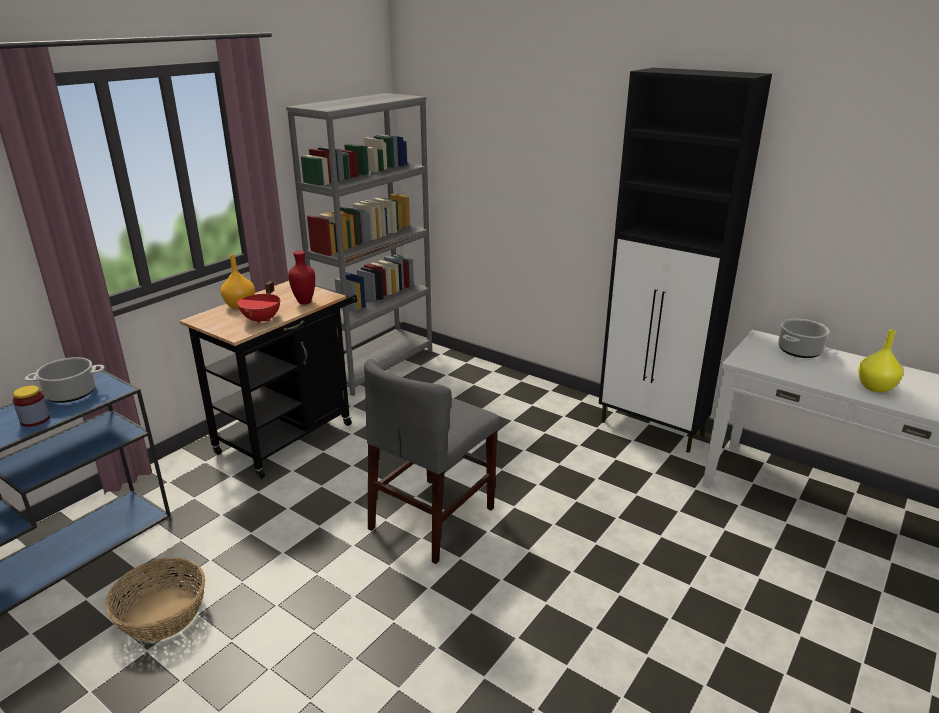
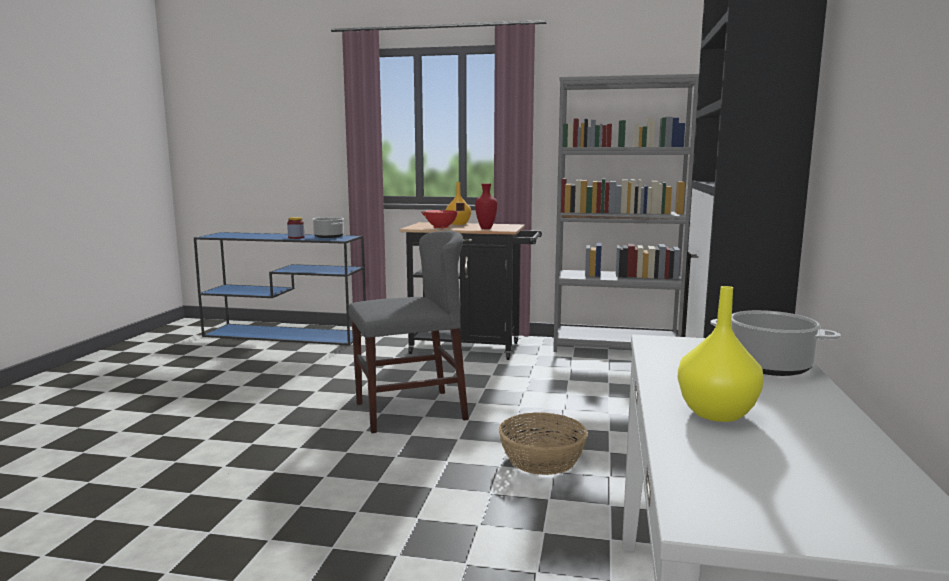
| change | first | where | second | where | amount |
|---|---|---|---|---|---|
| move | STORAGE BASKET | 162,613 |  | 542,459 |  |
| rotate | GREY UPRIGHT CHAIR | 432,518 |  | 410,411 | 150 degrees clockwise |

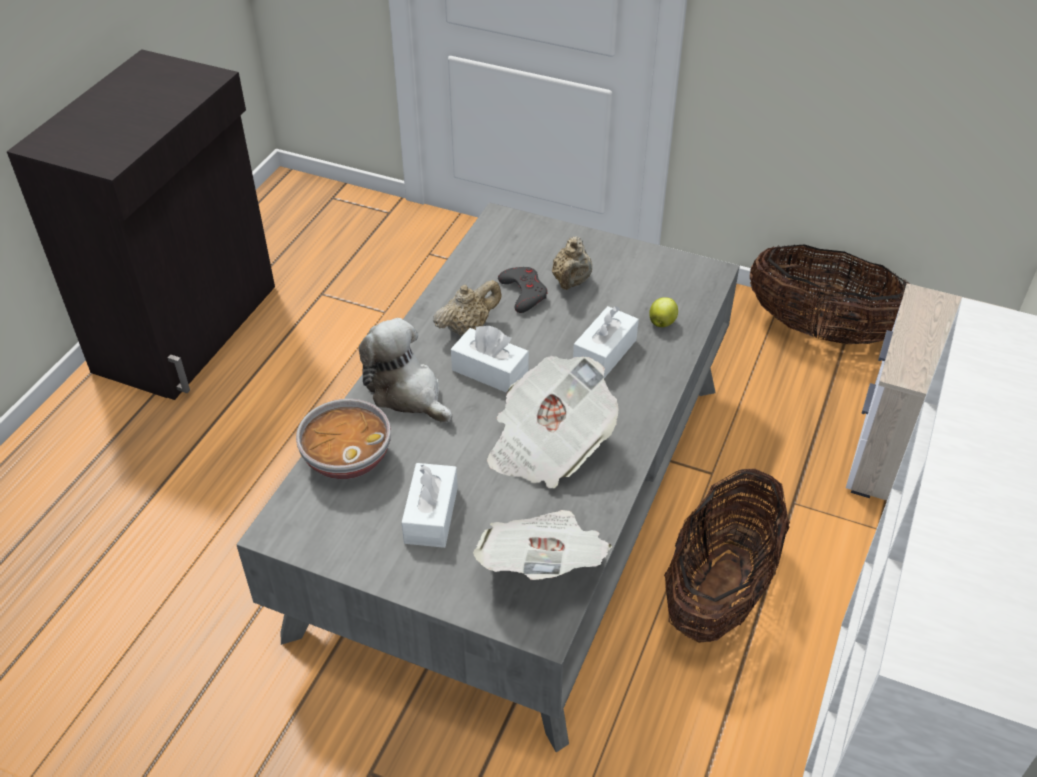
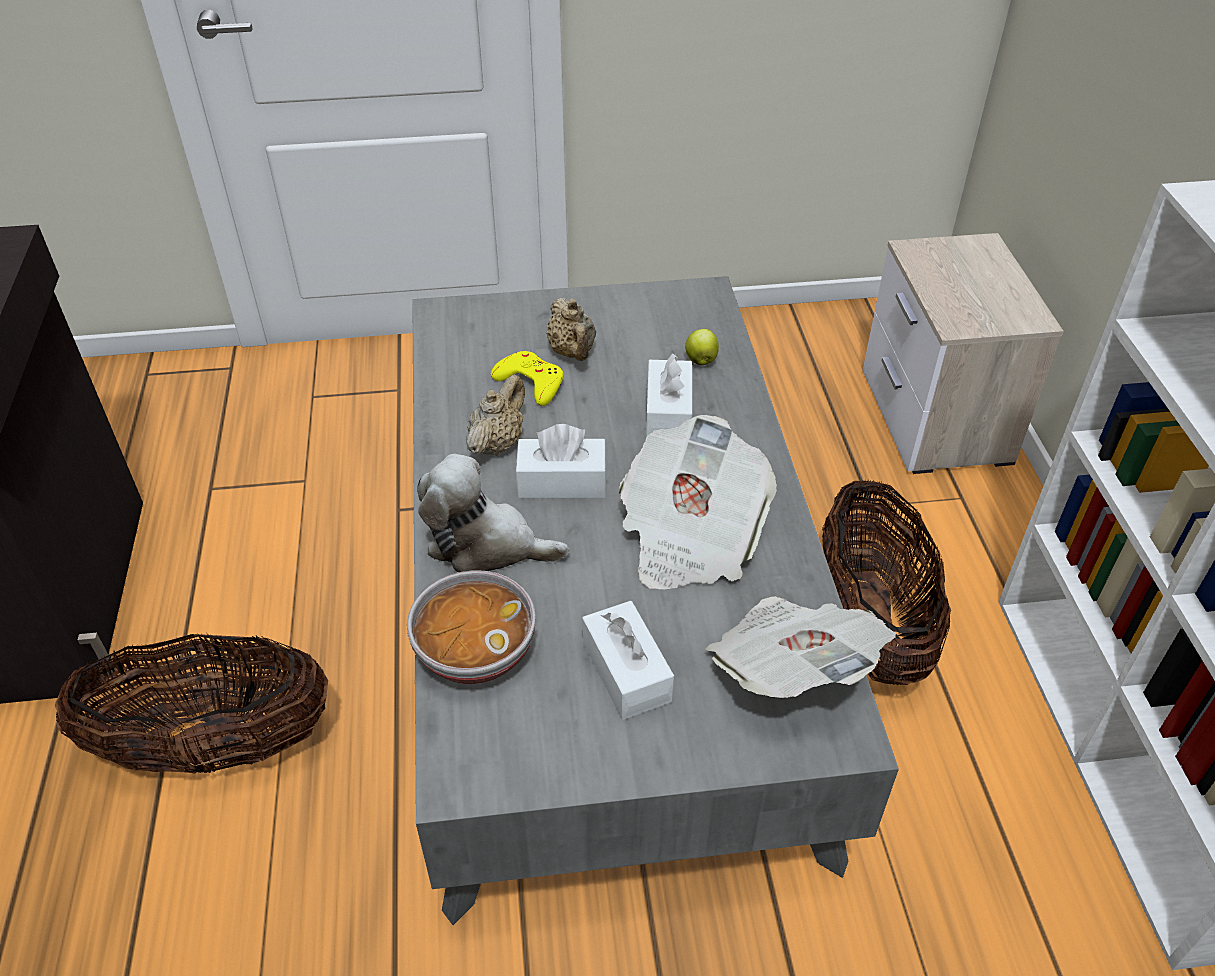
| change | first | where | second | where | amount |
|---|---|---|---|---|---|
| move | STORAGE BASKET | 821,330 |  | 216,746 |  |
| recolor | GREY GAMEPAD | 523,293 | YELLOWISH GAMEPAD | 530,382 |  |

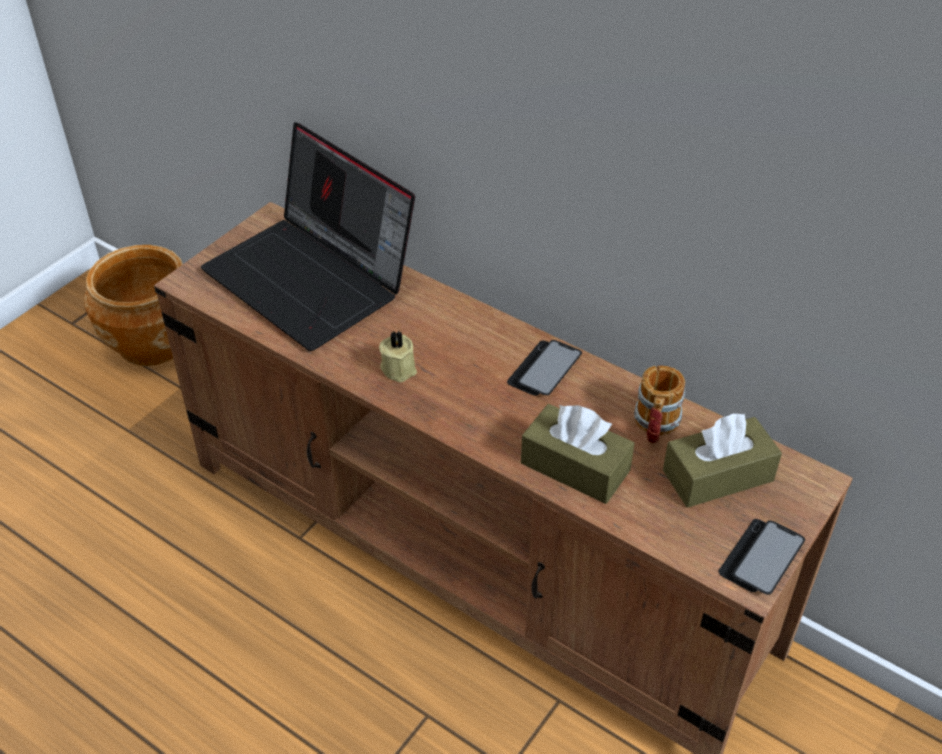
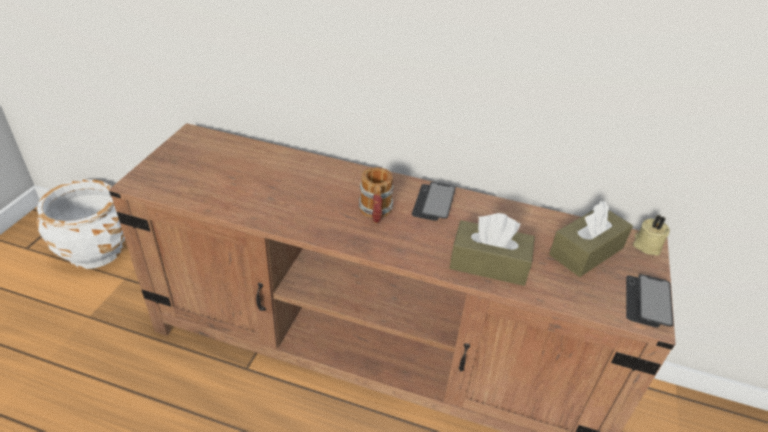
| change | first | where | second | where | amount |
|---|---|---|---|---|---|
| delete | LAPTOP | 313,279 |  |  |  |
| move | BEIGE WAX LIGHT | 399,368 |  | 646,245 |  |
| move | TEA MUG | 655,426 |  | 375,213 |  |
| recolor | BROWNISH PLANT POT | 153,341 | WHITISH PLANT POT | 96,250 |  |

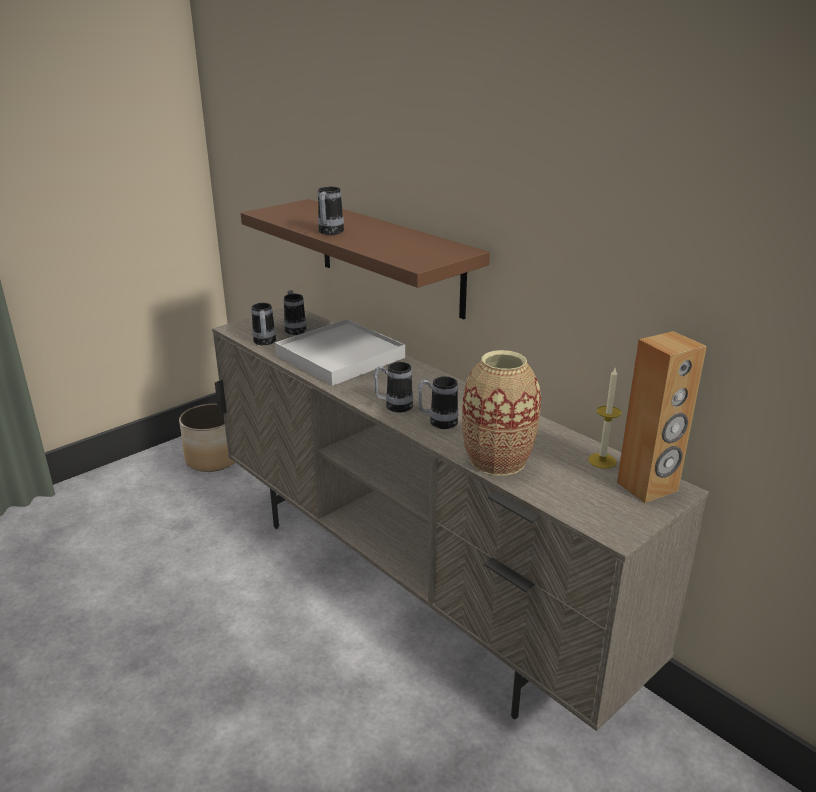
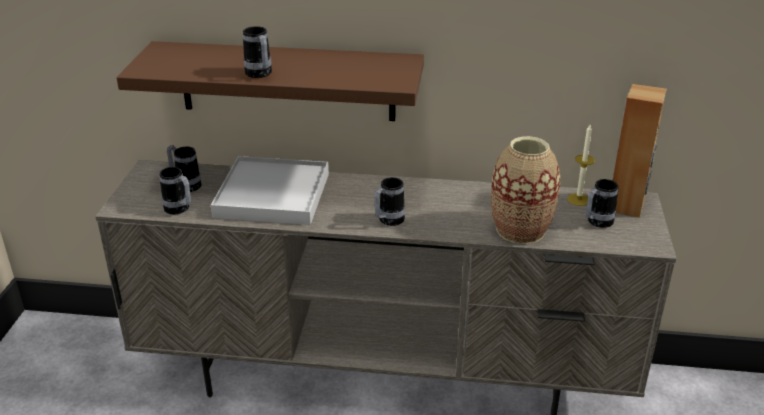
| change | first | where | second | where | amount |
|---|---|---|---|---|---|
| delete | PLANT POT | 213,459 |  |  |  |
| move | TEA MUG | 438,422 |  | 596,223 |  |

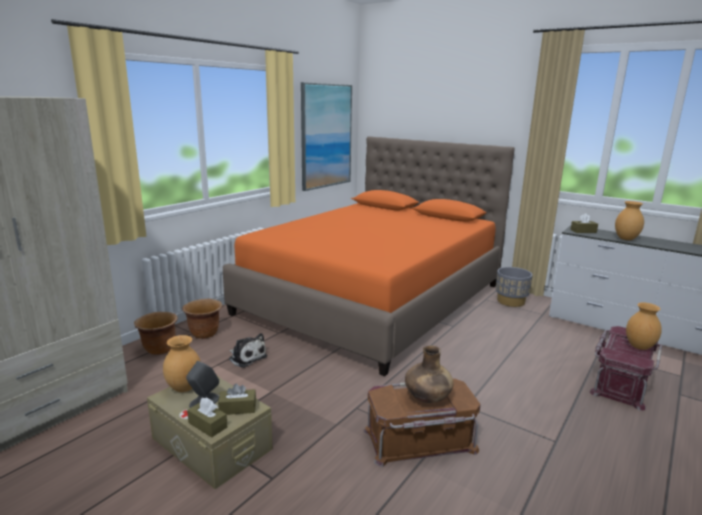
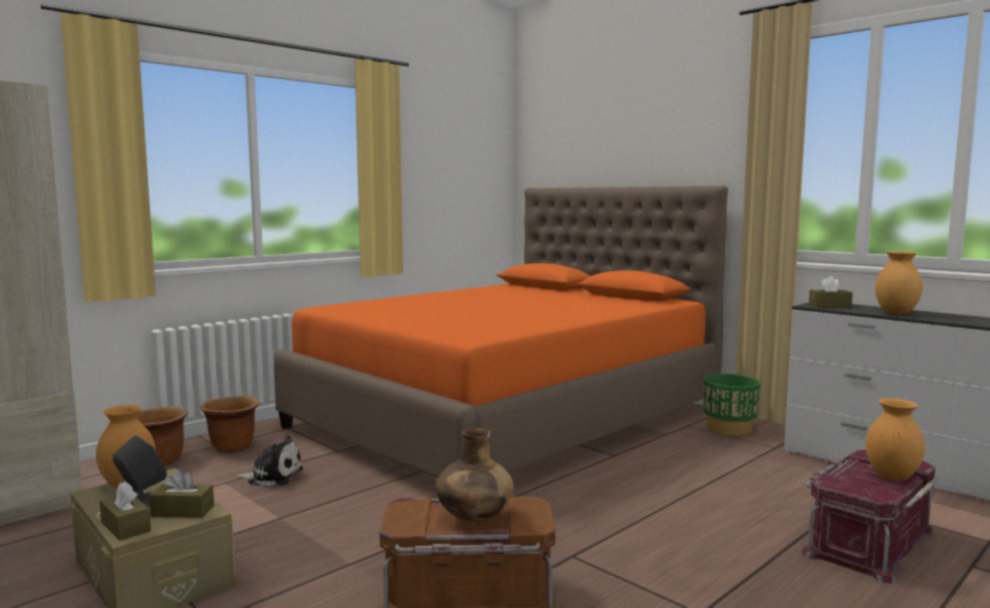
| change | first | where | second | where | amount |
|---|---|---|---|---|---|
| delete | WALL PICTURE | 326,136 |  |  |  |
| recolor | GREY PLANT POT | 510,301 | GREEN PLANT POT | 729,429 |  |
| rotate | PLUSH TOY | 246,357 |  | 272,476 | 45 degrees counterclockwise |

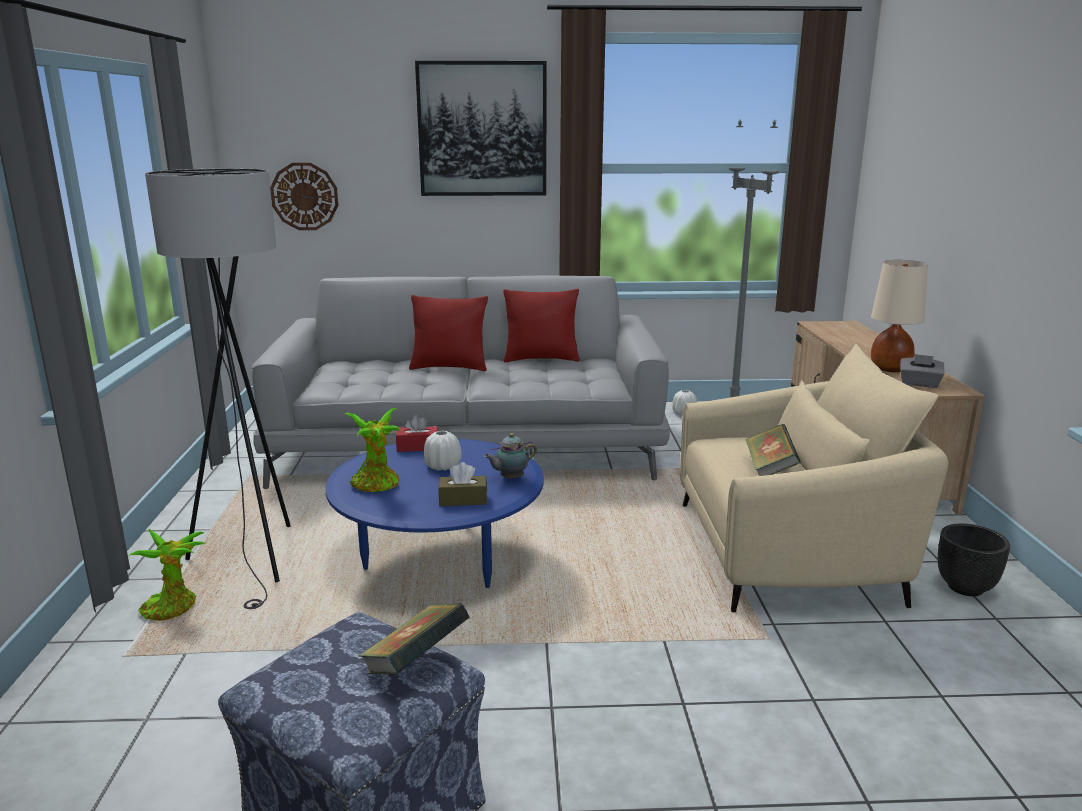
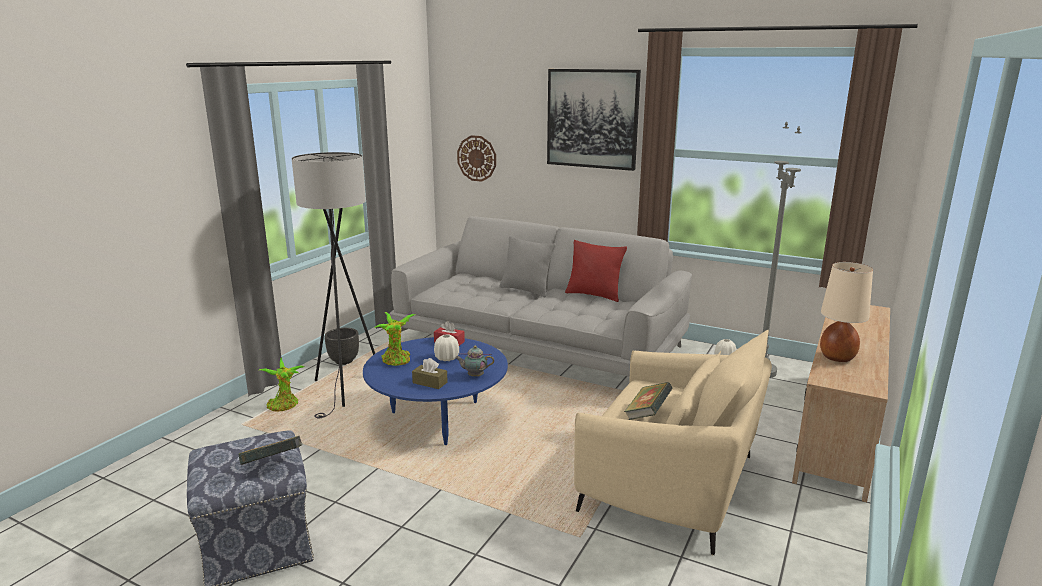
| change | first | where | second | where | amount |
|---|---|---|---|---|---|
| delete | GREY TISSUE BOX | 919,384 |  |  |  |
| move | BLACK PLANT POT | 966,588 |  | 344,361 |  |
| recolor | RED PILLOW | 449,367 | GREY PILLOW | 526,290 |  |

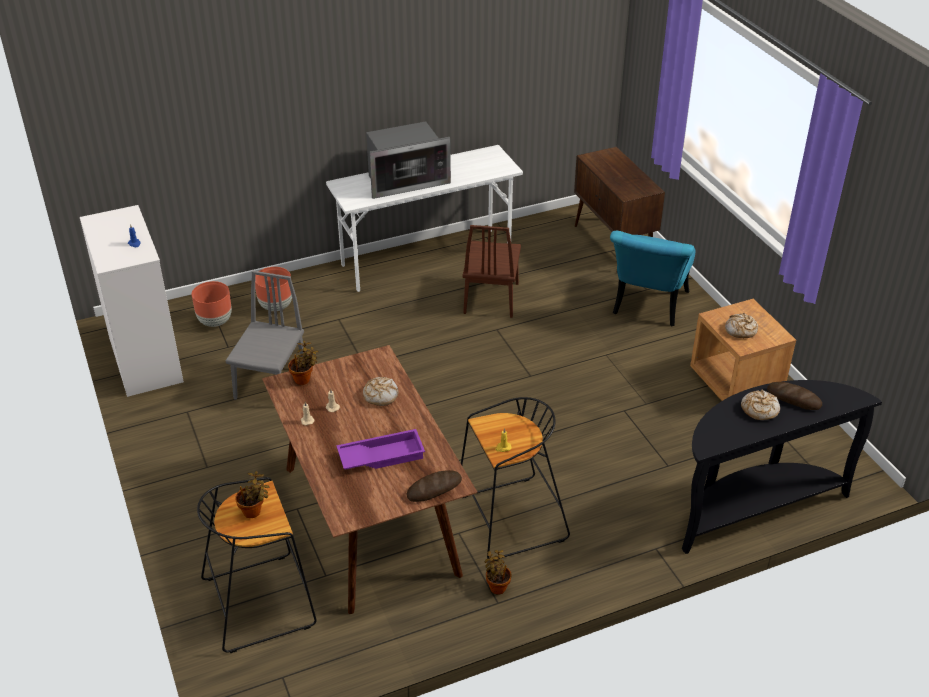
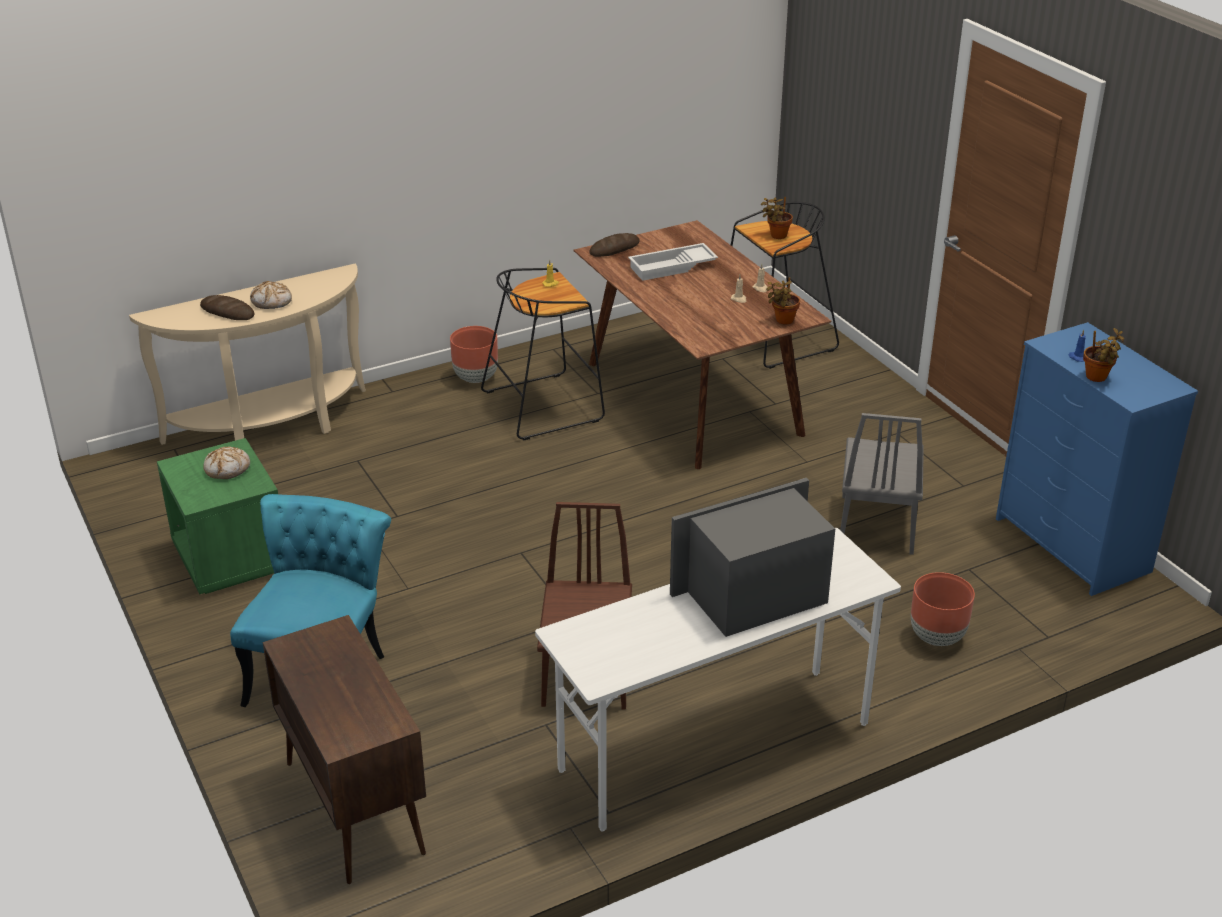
| change | first | where | second | where | amount |
|---|---|---|---|---|---|
| delete | BAKED BREAD | 380,395 |  |  |  |
| move | BROWNISH PLANT POT | 215,321 |  | 476,378 |  |
| move | POTTED PLANT | 497,586 |  | 1097,378 |  |
| recolor | WHITISH CHEST OF DRAWERS | 145,359 | BLUE-COLOURED CHEST OF DRAWERS | 1073,546 |  |
| recolor | PURPLE-COLOURED CARRYING TRAY | 381,455 | WHITISH CARRYING TRAY | 672,267 |  |
| recolor | BLACK CONSOLE TABLE | 753,507 | BEIGE CONSOLE TABLE | 273,428 |  |
| recolor | BROWNISH NIGHT TABLE | 736,383 | GREEN NIGHT TABLE | 230,558 |  |

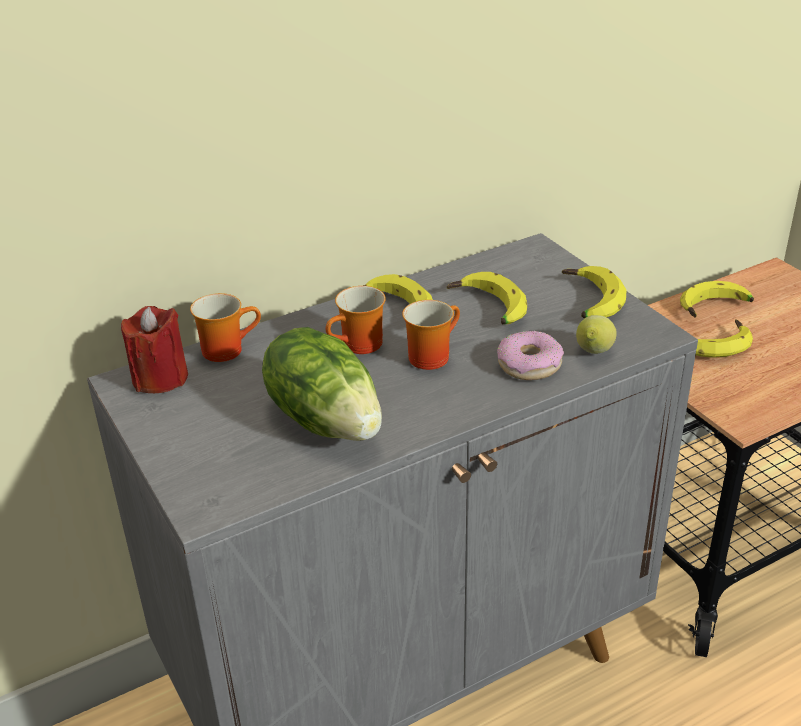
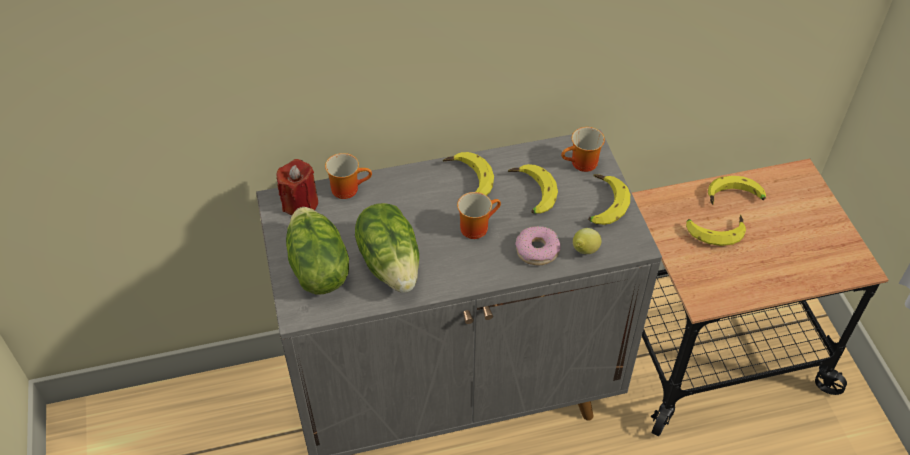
| change | first | where | second | where | amount |
|---|---|---|---|---|---|
| insert |  |  | LETTUCE | 317,268 |  |
| move | TEA MUG | 360,346 |  | 582,165 |  |

